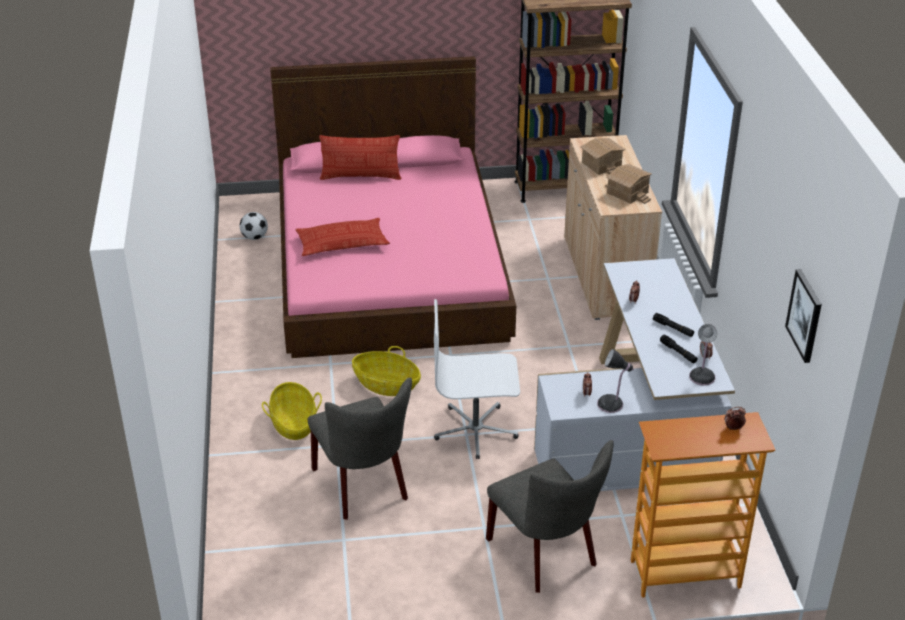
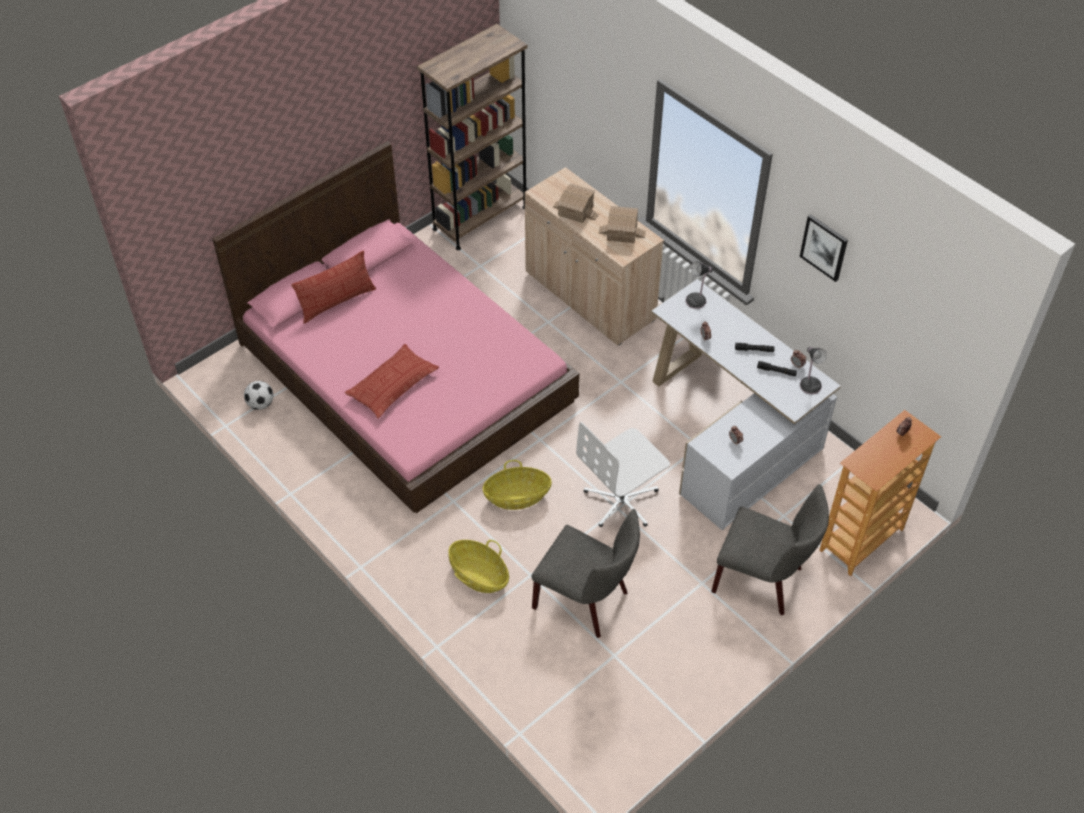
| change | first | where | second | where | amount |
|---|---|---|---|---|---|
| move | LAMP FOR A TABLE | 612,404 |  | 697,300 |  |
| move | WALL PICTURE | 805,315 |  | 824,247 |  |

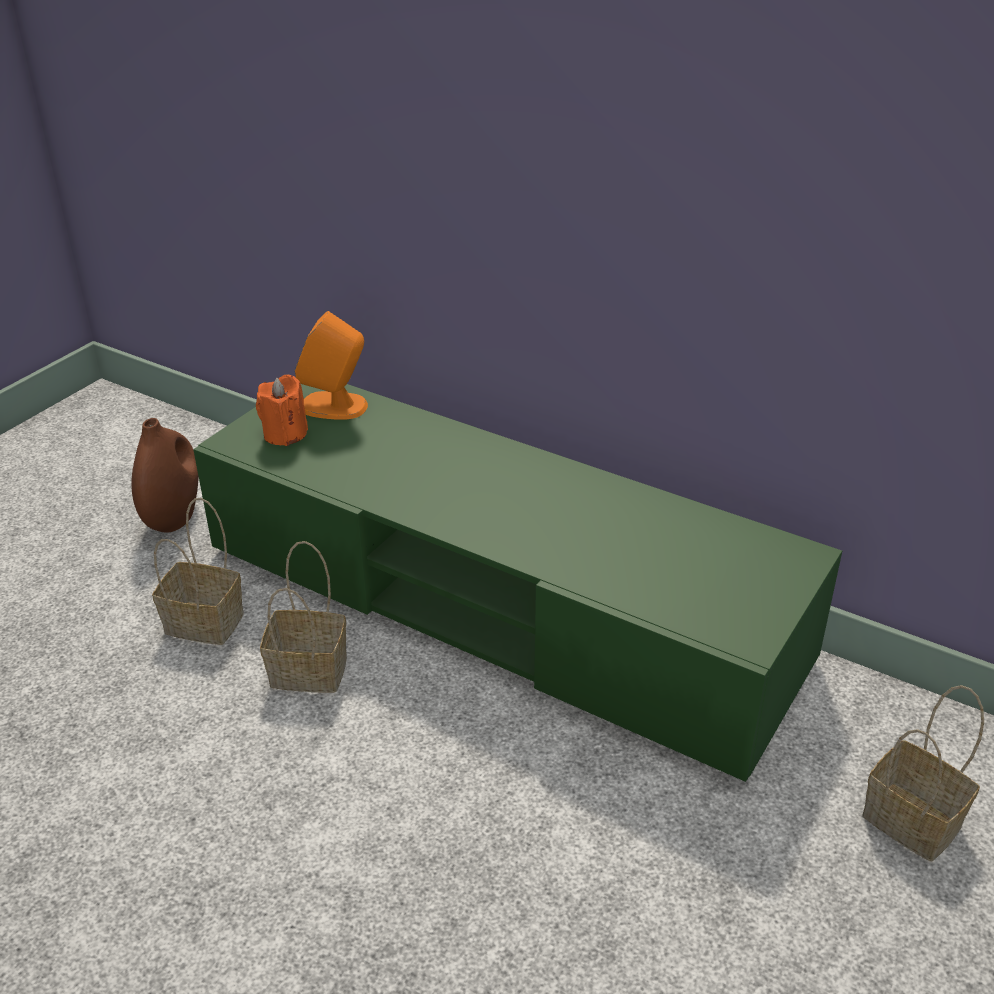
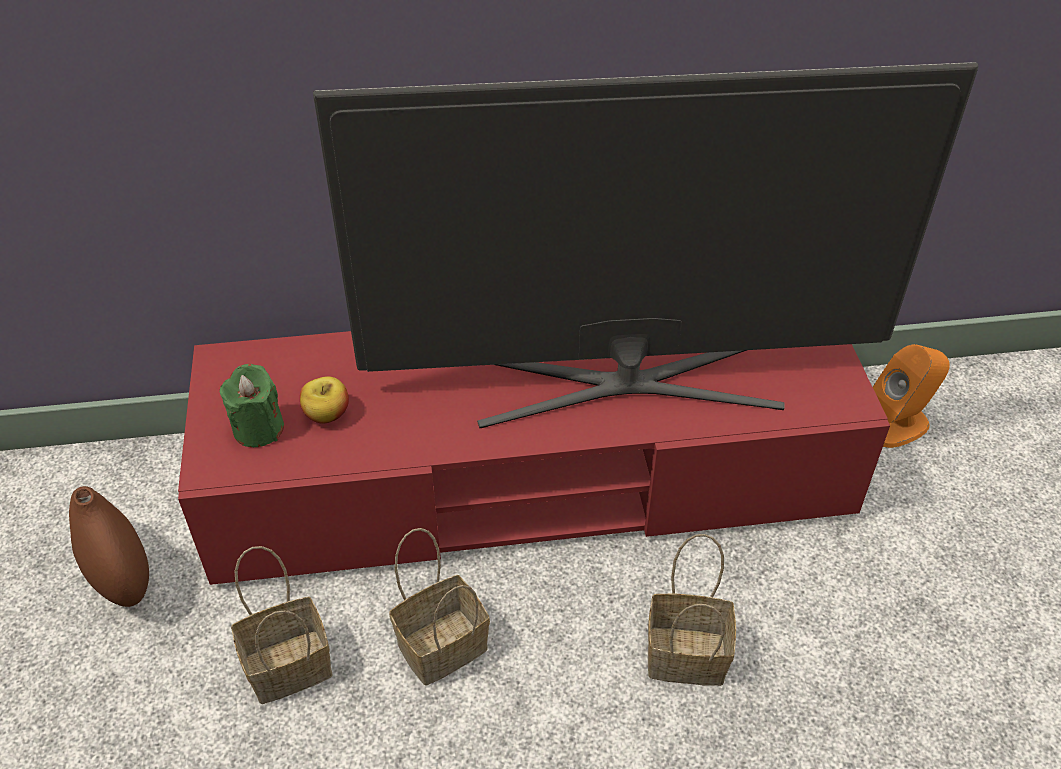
| change | first | where | second | where | amount |
|---|---|---|---|---|---|
| insert |  |  | APPLE | 327,414 |  |
| insert |  |  | TV SET | 626,381 |  |
| move | ORANGE AUDIO SPEAKER | 334,406 |  | 896,425 |  |
| move | STORAGE BASKET | 915,822 |  | 689,655 |  |
| recolor | GREEN MEDIA CONSOLE | 497,603 | RED MEDIA CONSOLE | 530,478 |  |
| recolor | ORANGE WAX LIGHT | 285,434 | GREEN WAX LIGHT | 258,428 |  |

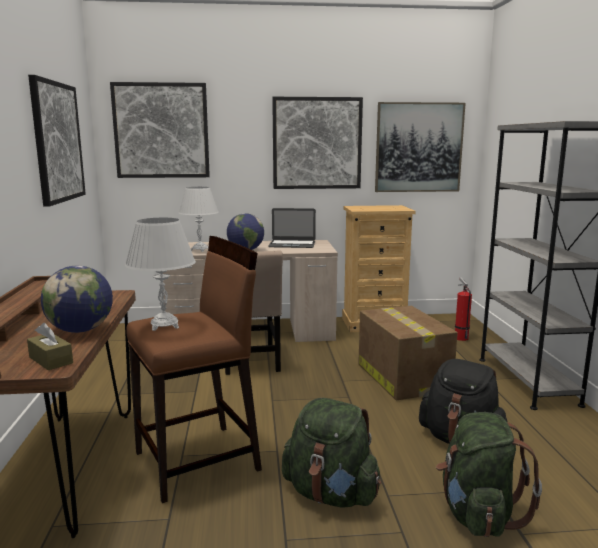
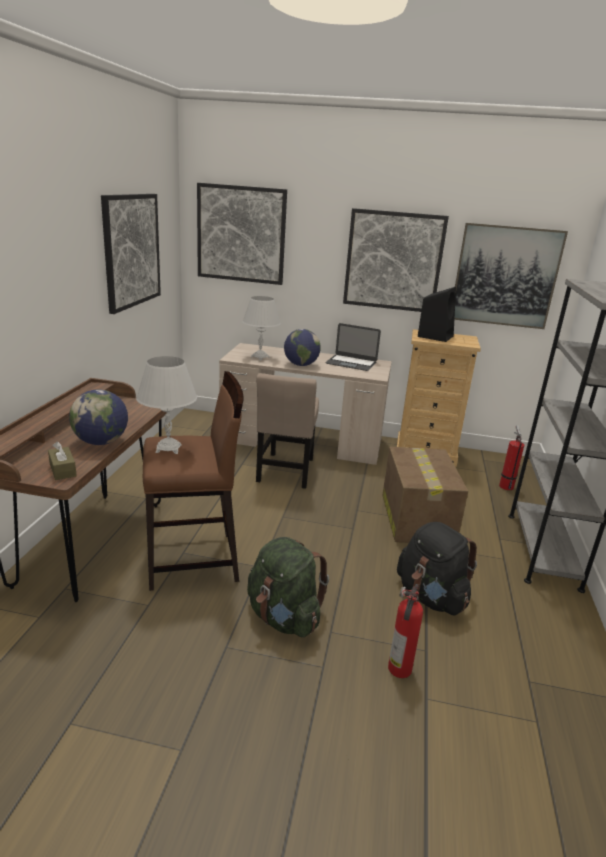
| change | first | where | second | where | amount |
|---|---|---|---|---|---|
| insert |  |  | BLACK AUDIO SPEAKER | 435,336 |  |
| replace | GREEN BACKPACK | 478,514 | FIRE EXTINGUISHER | 399,670 |  |

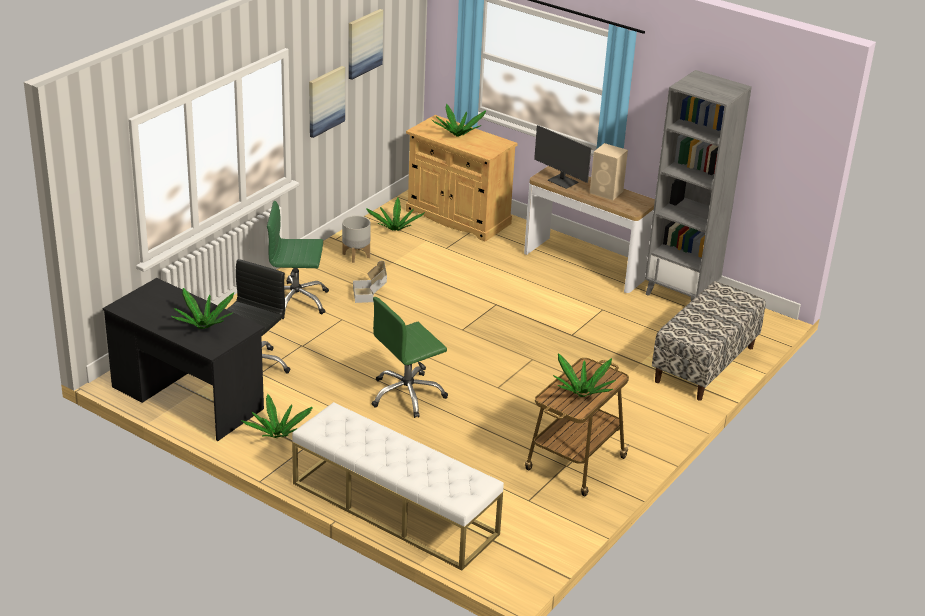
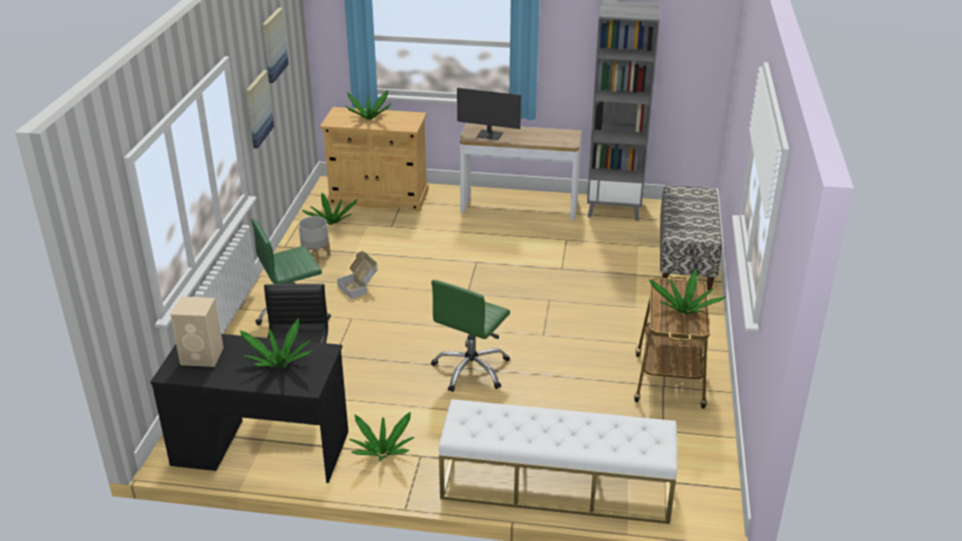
| change | first | where | second | where | amount |
|---|---|---|---|---|---|
| move | BEIGE AUDIO SPEAKER | 607,192 |  | 203,356 |  |

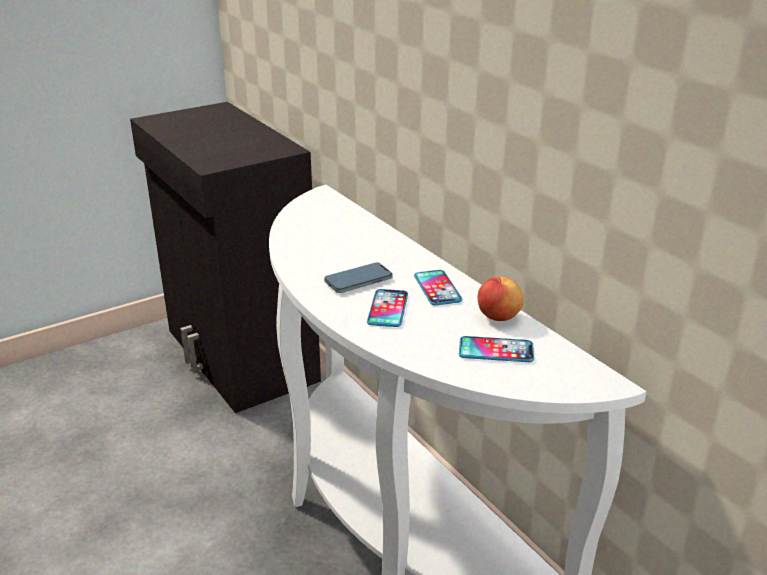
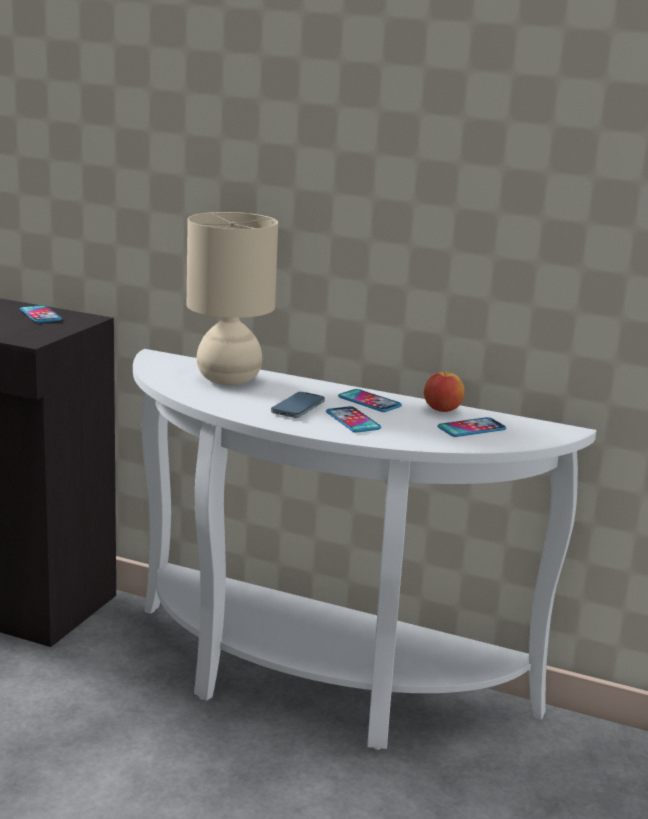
| change | first | where | second | where | amount |
|---|---|---|---|---|---|
| insert |  |  | TELEPHONE | 40,315 |  |
| insert |  |  | BEIGE LAMP FOR A TABLE | 229,379 |  |

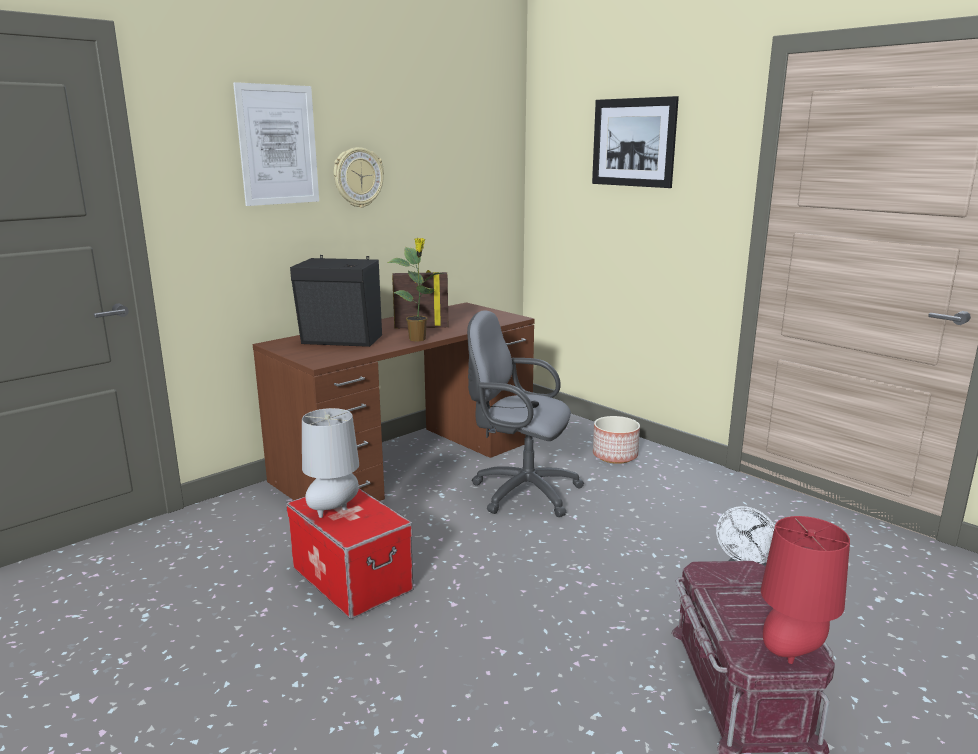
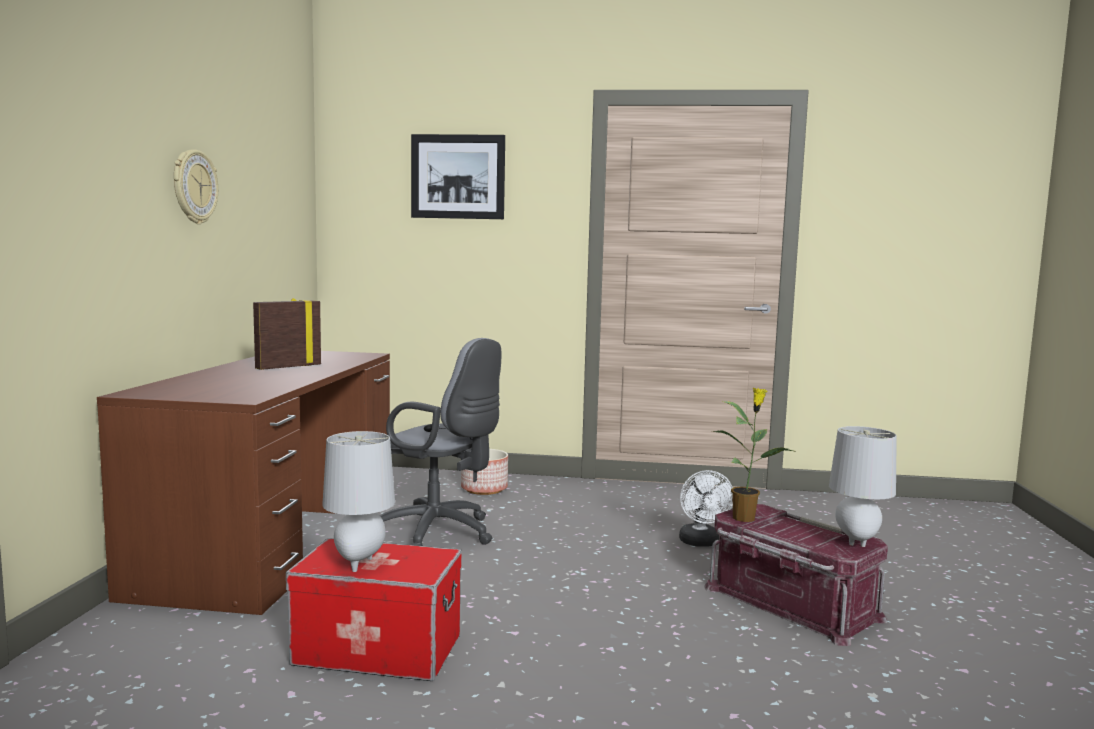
| change | first | where | second | where | amount |
|---|---|---|---|---|---|
| delete | WALL PICTURE | 278,145 |  |  |  |
| delete | BLACK AUDIO SPEAKER | 342,340 |  |  |  |
| move | POTTED PLANT | 418,339 |  | 745,518 |  |
| recolor | RED LAMP FOR A TABLE | 793,654 | GREY LAMP FOR A TABLE | 857,542 |  |
| rotate | GREY OFFICE CHAIR | 520,491 |  | 440,534 | 135 degrees counterclockwise |

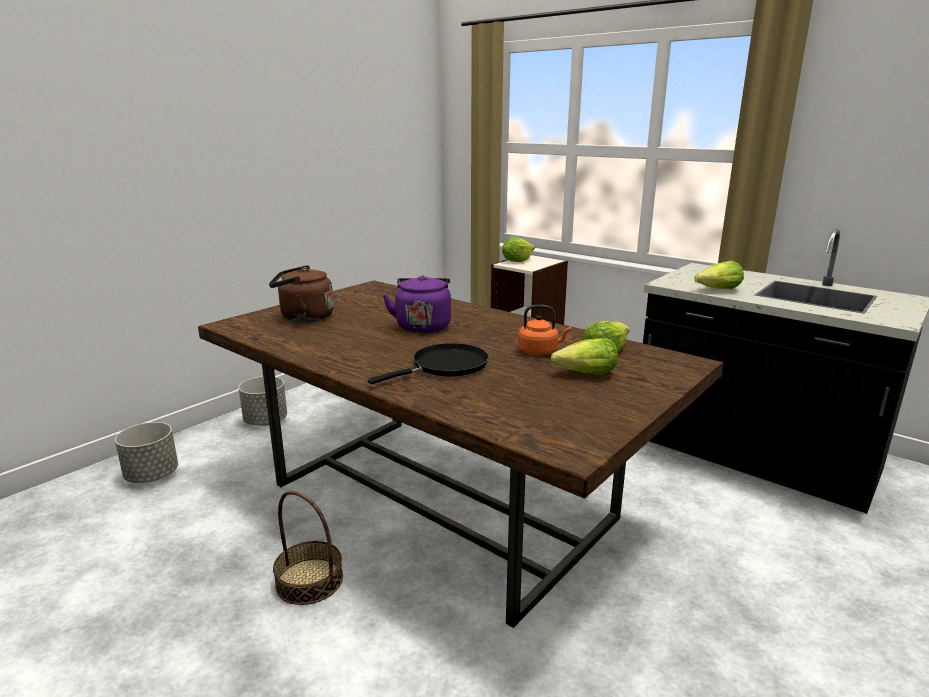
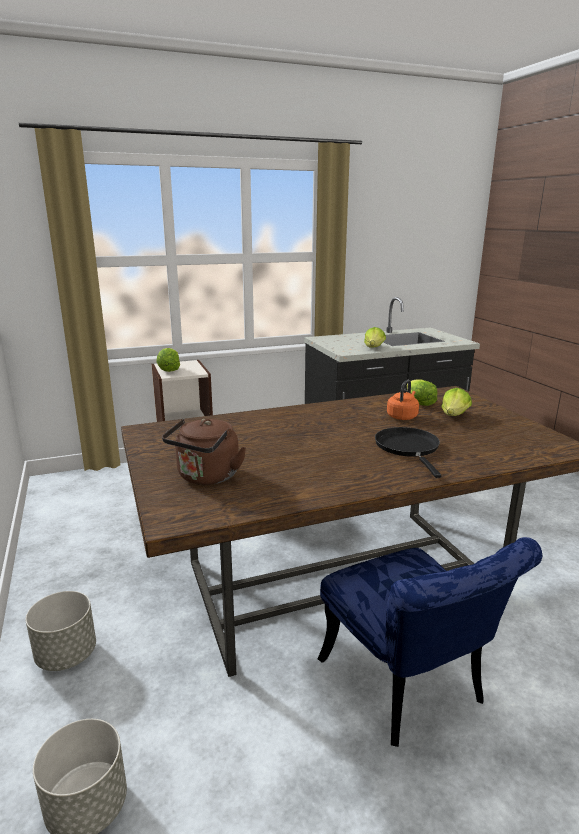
| change | first | where | second | where | amount |
|---|---|---|---|---|---|
| delete | PURPLE-COLOURED KETTLE | 423,326 |  |  |  |
| replace | STORAGE BASKET | 309,581 | BLUE-COLOURED UPRIGHT CHAIR | 409,689 |  |

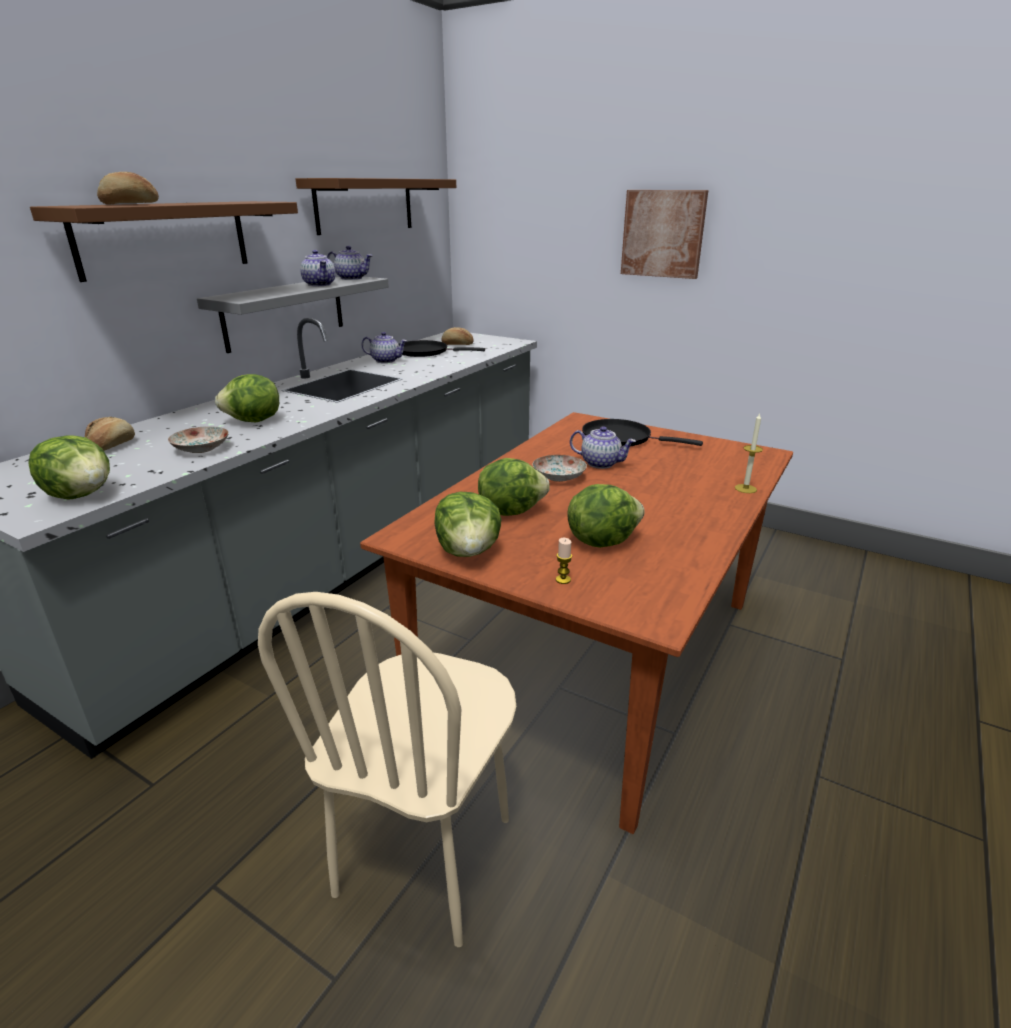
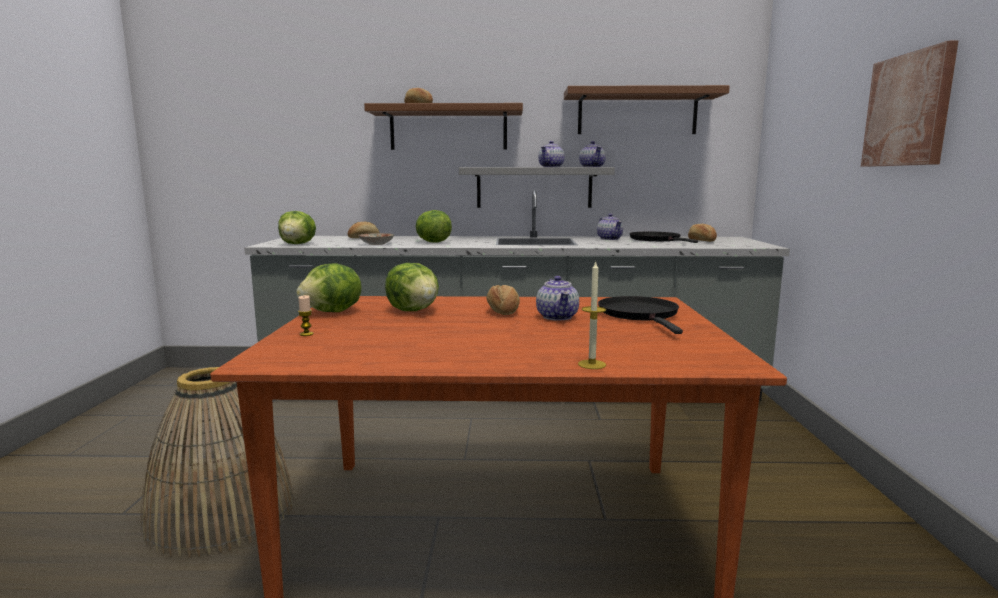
| change | first | where | second | where | amount |
|---|---|---|---|---|---|
| delete | LETTUCE | 601,540 |  |  |  |
| replace | BEIGE UPRIGHT CHAIR | 426,856 | STORAGE BASKET | 221,513 |  |
| replace | PLATE | 559,476 | BAKED BREAD | 502,312 |  |

